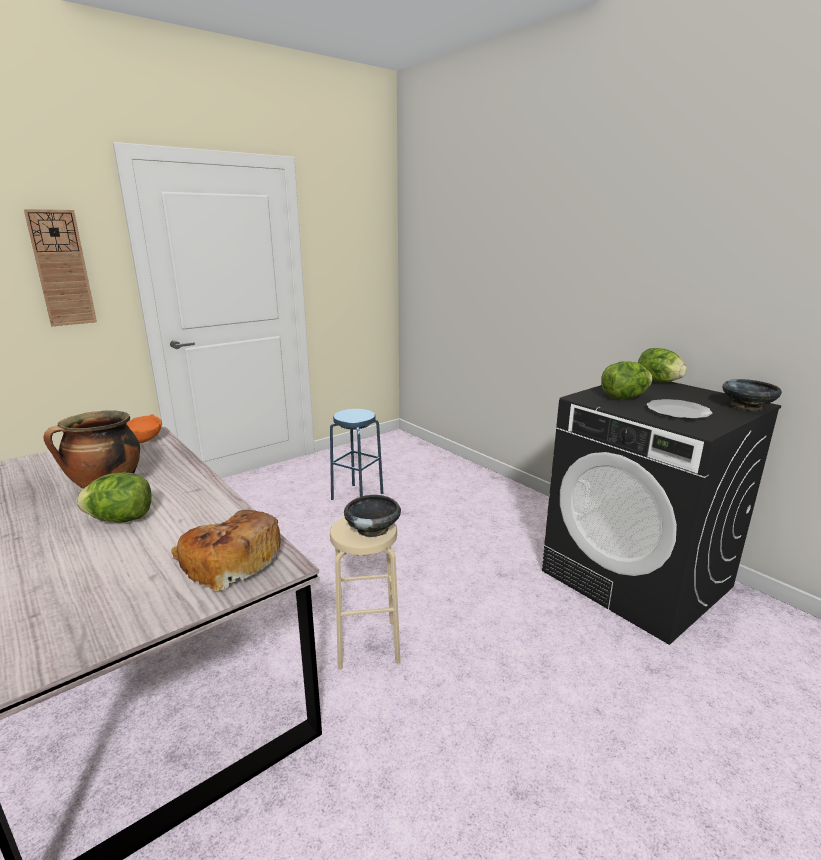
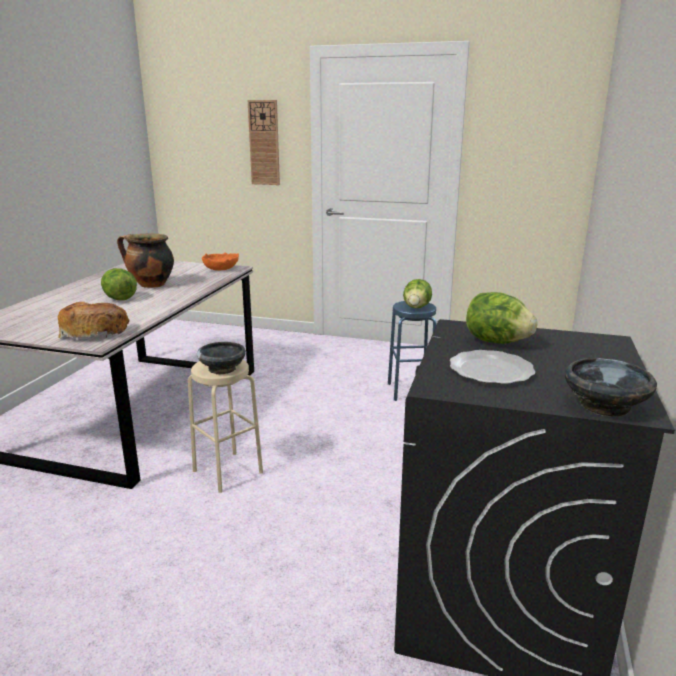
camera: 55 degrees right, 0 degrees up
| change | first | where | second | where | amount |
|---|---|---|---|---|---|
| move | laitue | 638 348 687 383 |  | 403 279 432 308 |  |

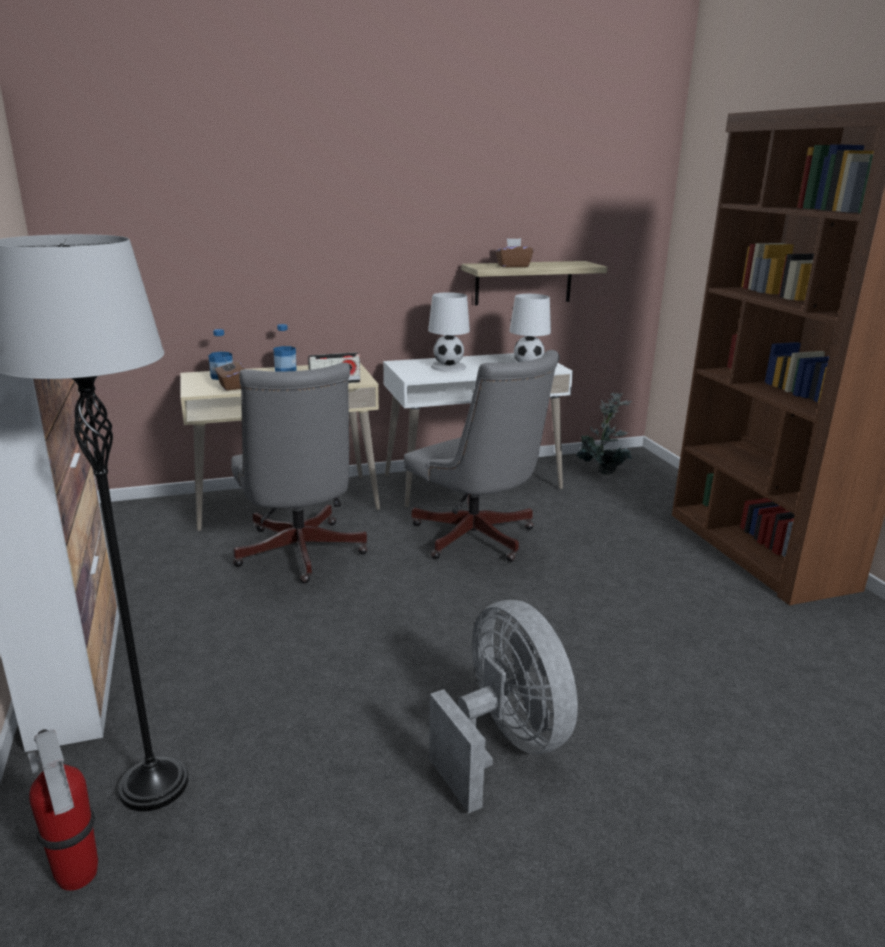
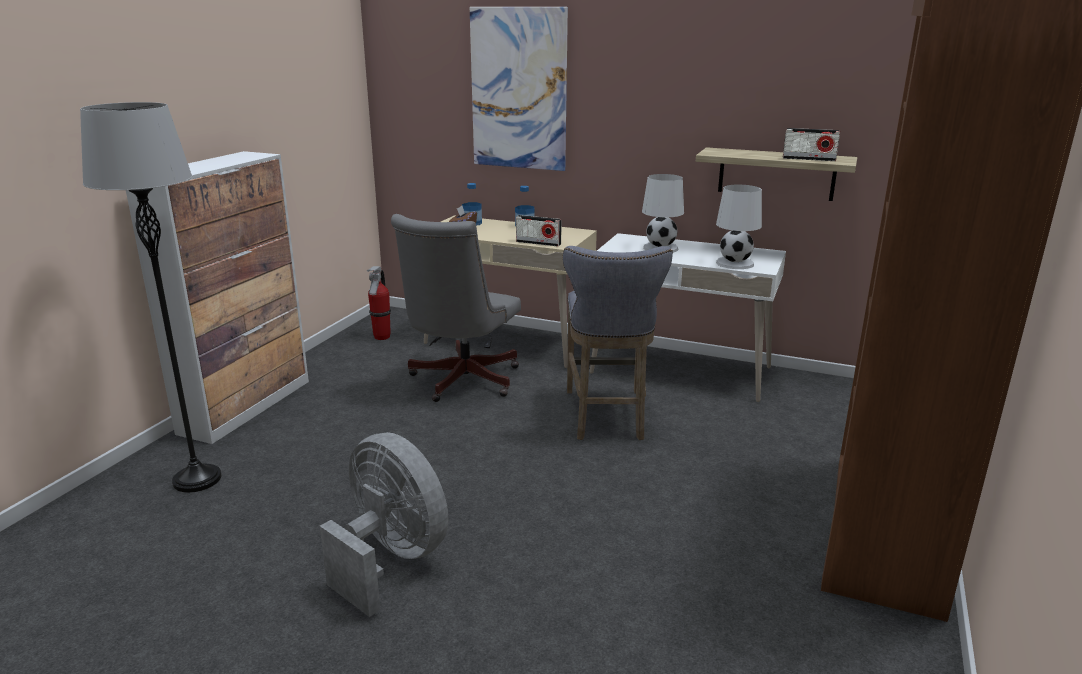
camera: 40 degrees right, 0 degrees up
| change | first | where | second | where | amount |
|---|---|---|---|---|---|
| rotate | ventilateur [gris] | 429 600 578 814 |  | 320 432 448 617 | 60 degrees counterclockwise |
| move | extincteur | 28 729 98 891 |  | 367 266 391 340 |  |
| insert |  |  | tableau | 470 7 568 171 |  |
| replace | chaise de bureau [gris] | 404 350 560 562 | tabouret [gris] | 563 246 673 440 |  |
| insert |  |  | radio | 783 128 840 161 |  |
| delete | boîte à mouchoirs [marron] | 496 238 533 267 |  |  |  |
| delete | plante en pot | 576 393 632 475 |  |  |  |

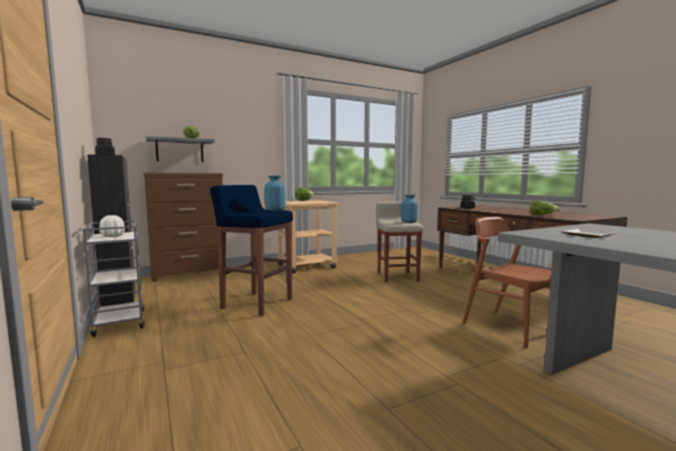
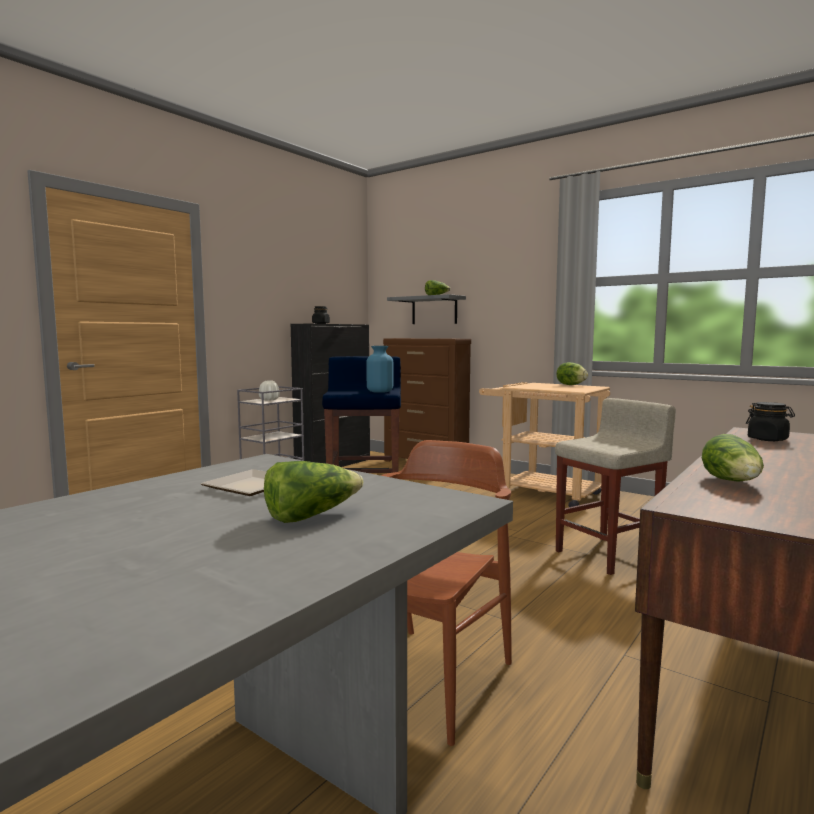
camera: 65 degrees right, 0 degrees up
| change | first | where | second | where | amount |
|---|---|---|---|---|---|
| insert |  |  | laitue | 264 461 364 523 |  |
| delete | vase [bleu] | 401 195 418 223 |  |  |  |

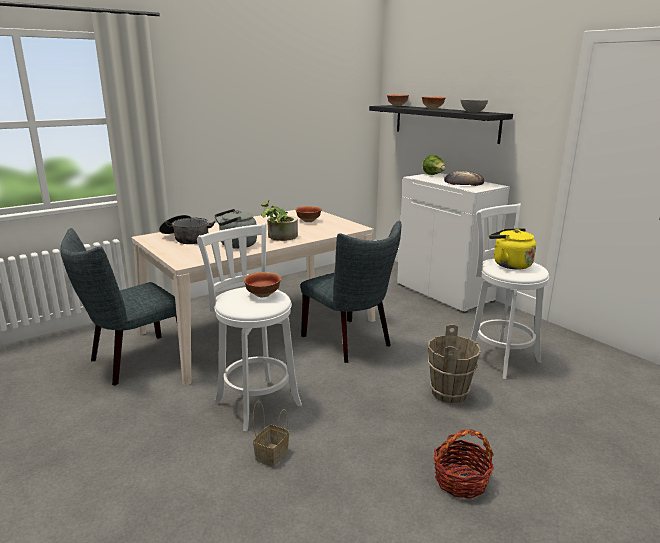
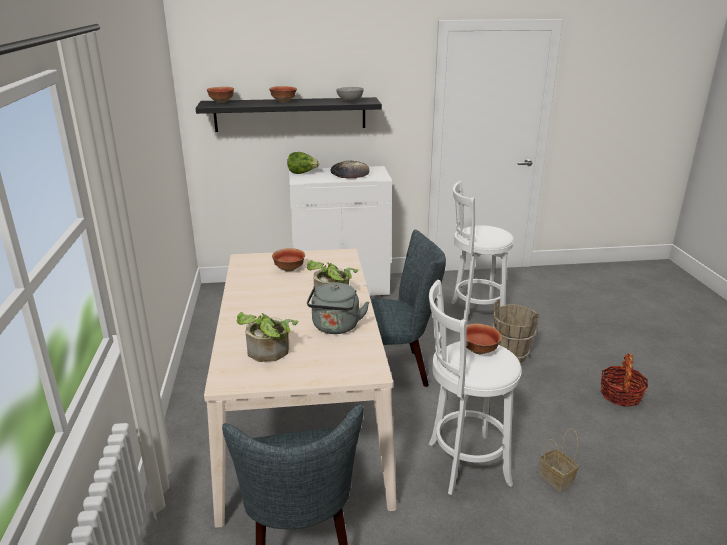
camera: 60 degrees left, 5 degrees up
| change | first | where | second | where | amount |
|---|---|---|---|---|---|
| replace | marmite | 159 215 215 244 | plante en pot | 237 312 298 362 |  |
| delete | bouilloire [jaune] | 489 228 536 270 |  |  |  |

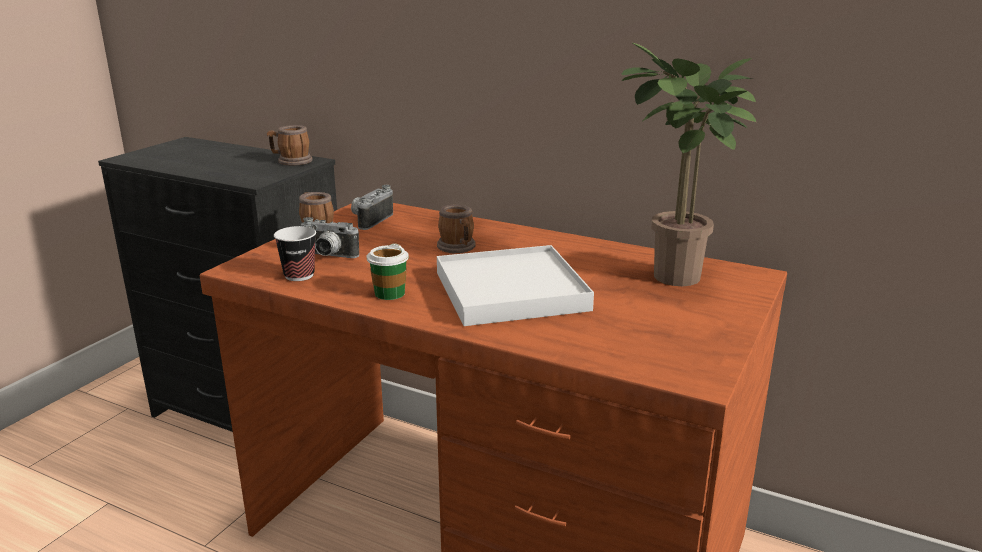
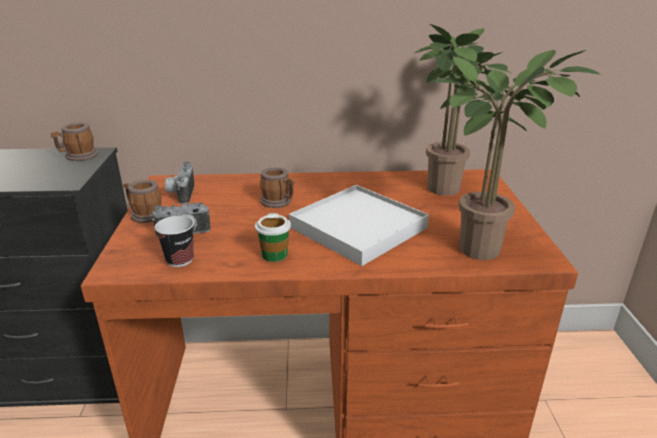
camera: 30 degrees left, 5 degrees up
| change | first | where | second | where | amount |
|---|---|---|---|---|---|
| insert |  |  | plante en pot | 431 50 601 260 |  |

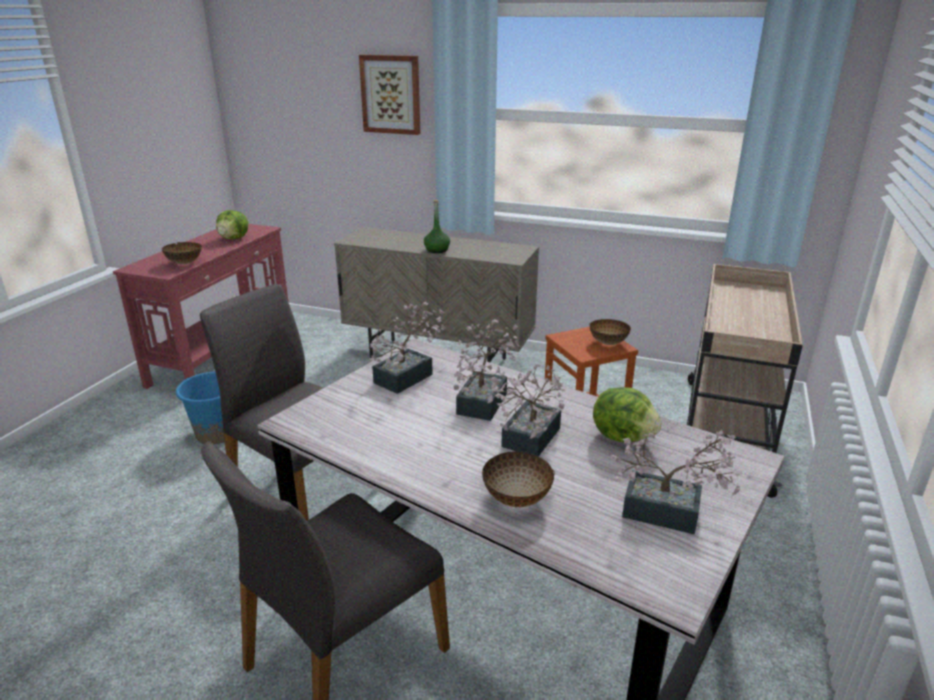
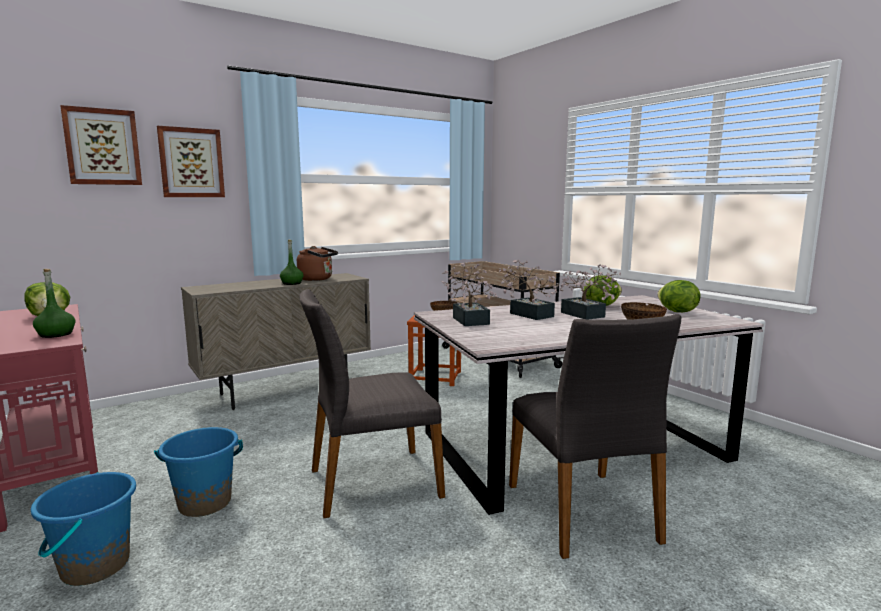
camera: 55 degrees left, 15 degrees down
| change | first | where | second | where | amount |
|---|---|---|---|---|---|
| insert |  |  | seau [bleu] | 31 472 136 586 |  |
| replace | bol | 162 242 202 264 | bouteille [vert] | 33 269 76 338 |  |
| insert |  |  | tableau | 60 105 142 185 |  |
| insert |  |  | bouilloire [marron] | 297 246 338 281 |  |
| replace | plante en pot | 610 430 741 534 | laitue | 657 280 700 312 |  |

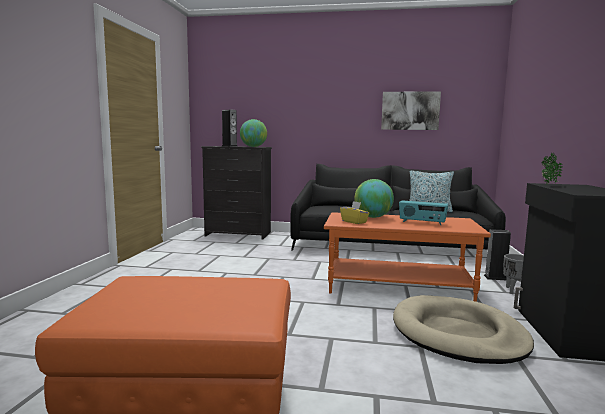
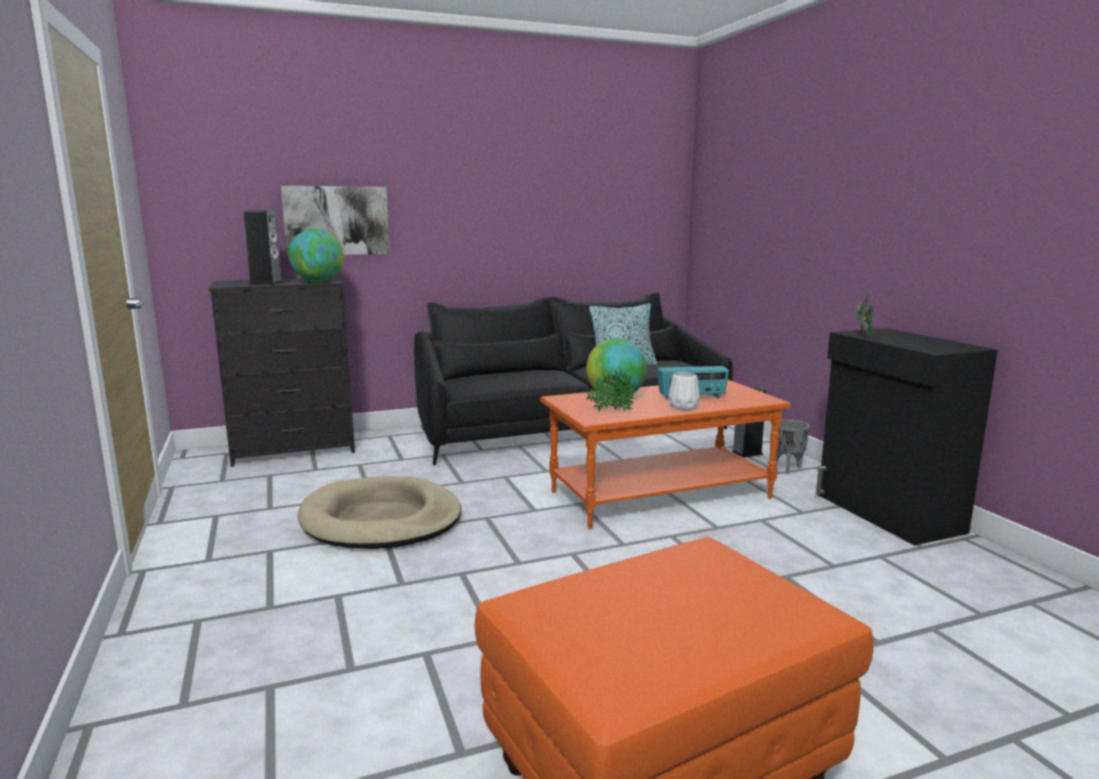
camera: 30 degrees left, 5 degrees up
| change | first | where | second | where | amount |
|---|---|---|---|---|---|
| move | tableau | 381 91 441 130 |  | 281 186 390 256 |  |
| move | panier pour chien [beige] | 393 295 534 364 |  | 297 476 461 549 |  |
| replace | boîte à mouchoirs [jaune] | 340 201 370 224 | plante en pot | 586 370 634 411 |  |
| insert |  |  | vase [blanc] | 668 372 700 410 |  |

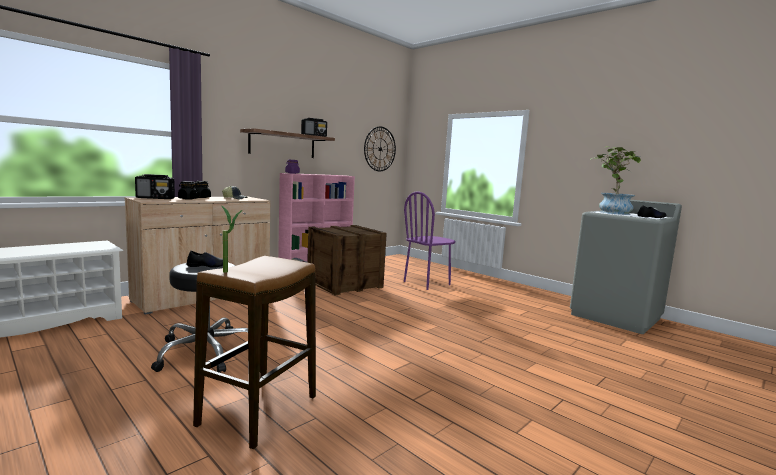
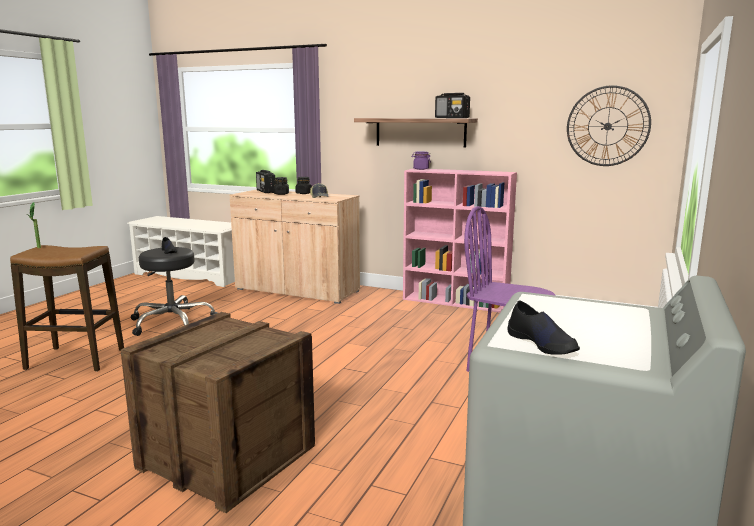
camera: 70 degrees right, 5 degrees up
| change | first | where | second | where | amount |
|---|---|---|---|---|---|
| move | caisse | 307 225 387 295 |  | 121 312 315 513 |  |
| delete | plante en pot | 590 146 641 215 |  |  |  |

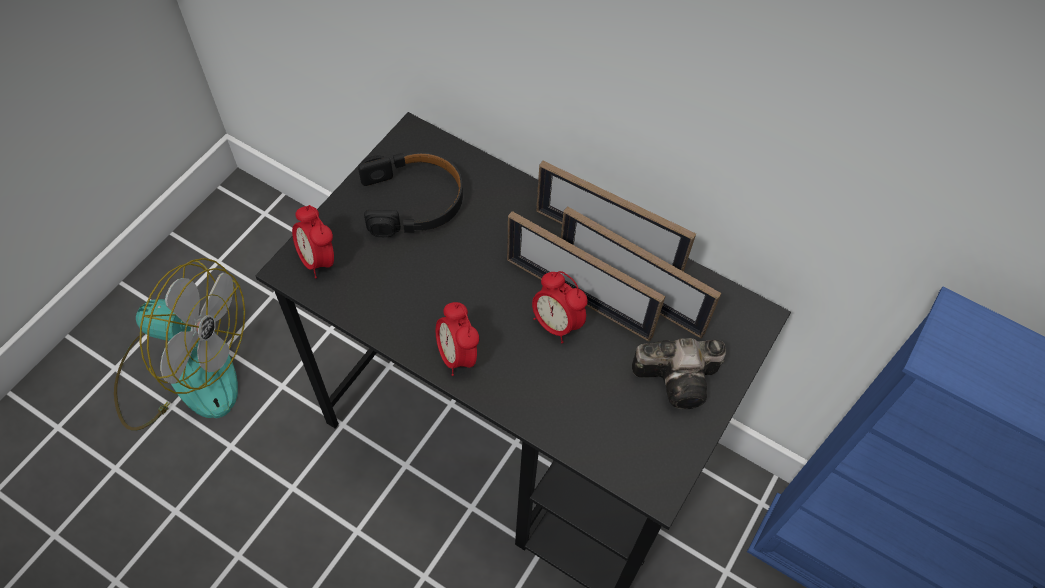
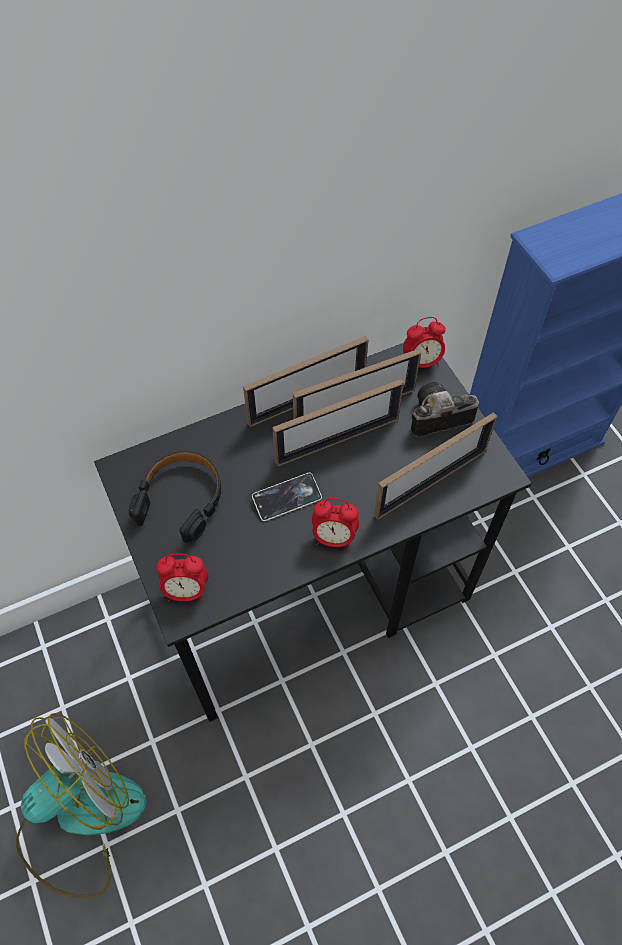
camera: 55 degrees left, 0 degrees up
| change | first | where | second | where | amount |
|---|---|---|---|---|---|
| insert |  |  | téléphone | 252 473 322 521 |  |
| insert |  |  | cadre photo | 374 412 497 520 |  |
| move | réveil | 532 271 588 343 |  | 403 317 446 368 |  |
| rotate | appareil photo | 632 338 726 409 |  | 411 382 479 436 | 135 degrees counterclockwise |

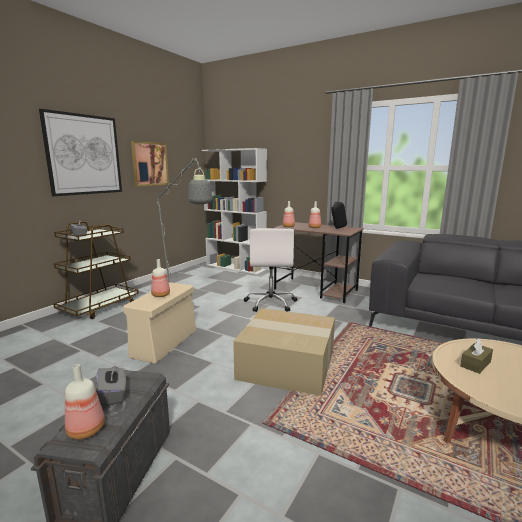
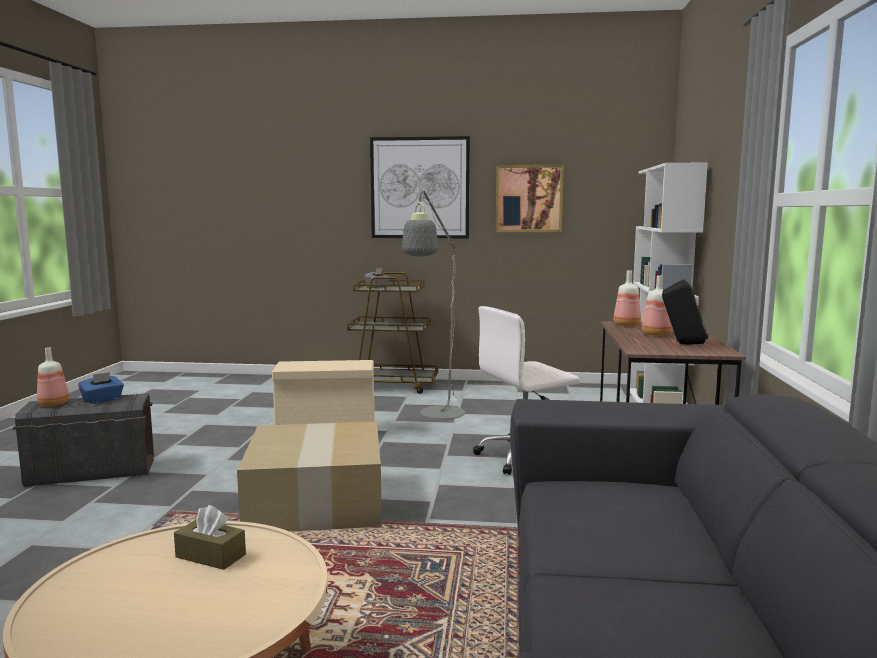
camera: 65 degrees right, 5 degrees down
| change | first | where | second | where | amount |
|---|---|---|---|---|---|
| recolor | boîte à mouchoirs [gris] | 96 364 126 407 | boîte à mouchoirs [bleu] | 78 372 124 404 |  |
| delete | bouteille | 151 259 170 297 |  |  |  |

